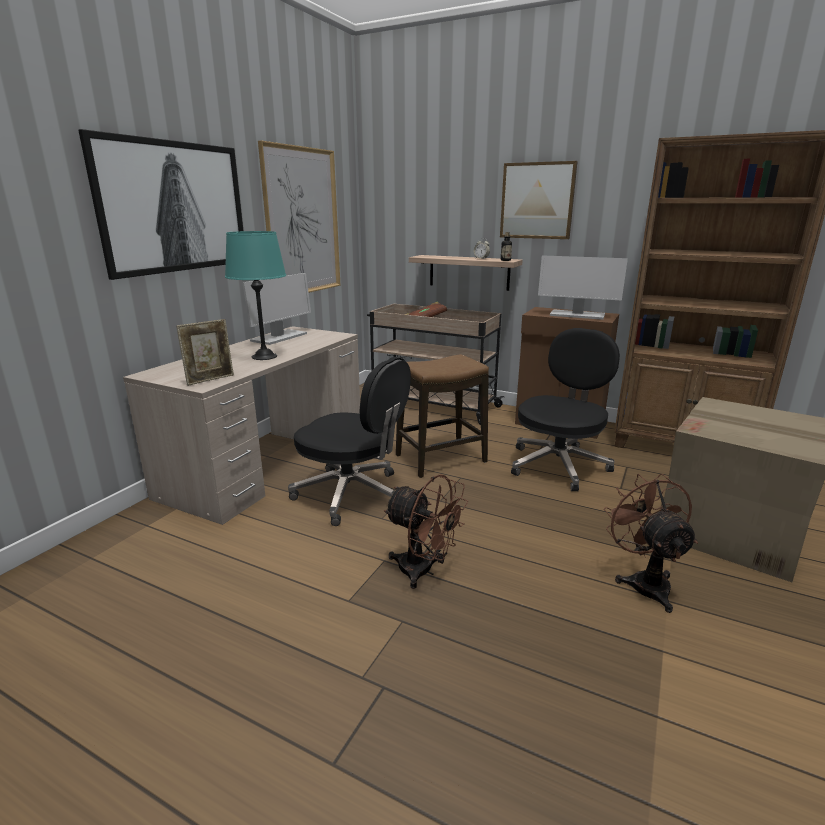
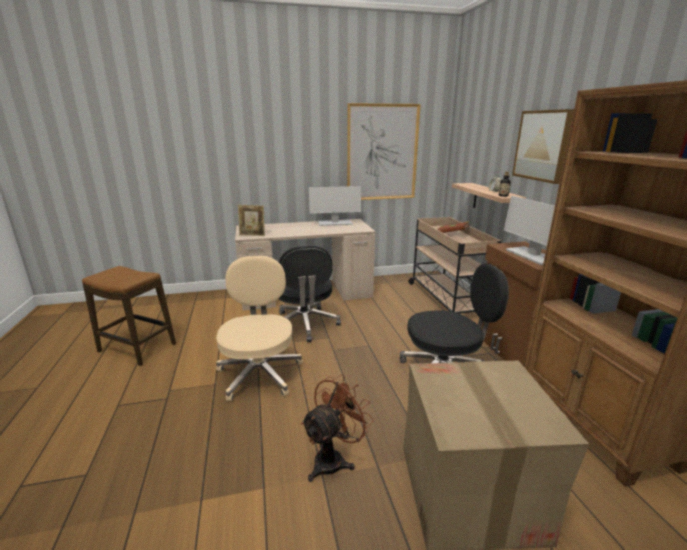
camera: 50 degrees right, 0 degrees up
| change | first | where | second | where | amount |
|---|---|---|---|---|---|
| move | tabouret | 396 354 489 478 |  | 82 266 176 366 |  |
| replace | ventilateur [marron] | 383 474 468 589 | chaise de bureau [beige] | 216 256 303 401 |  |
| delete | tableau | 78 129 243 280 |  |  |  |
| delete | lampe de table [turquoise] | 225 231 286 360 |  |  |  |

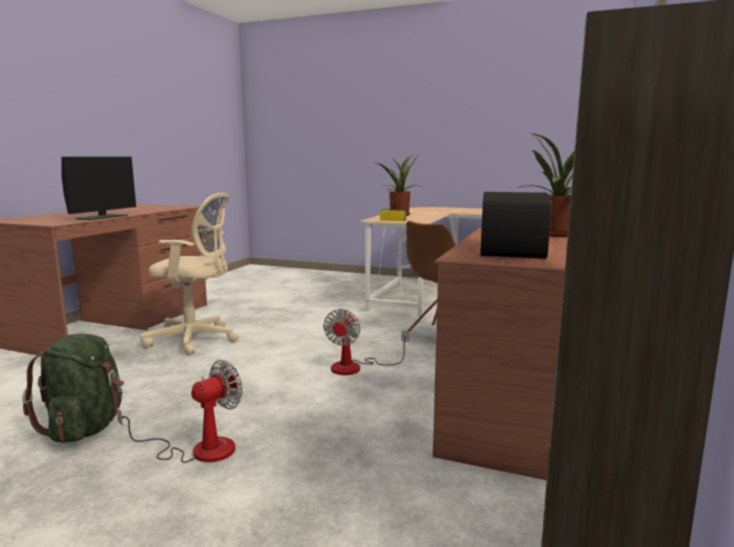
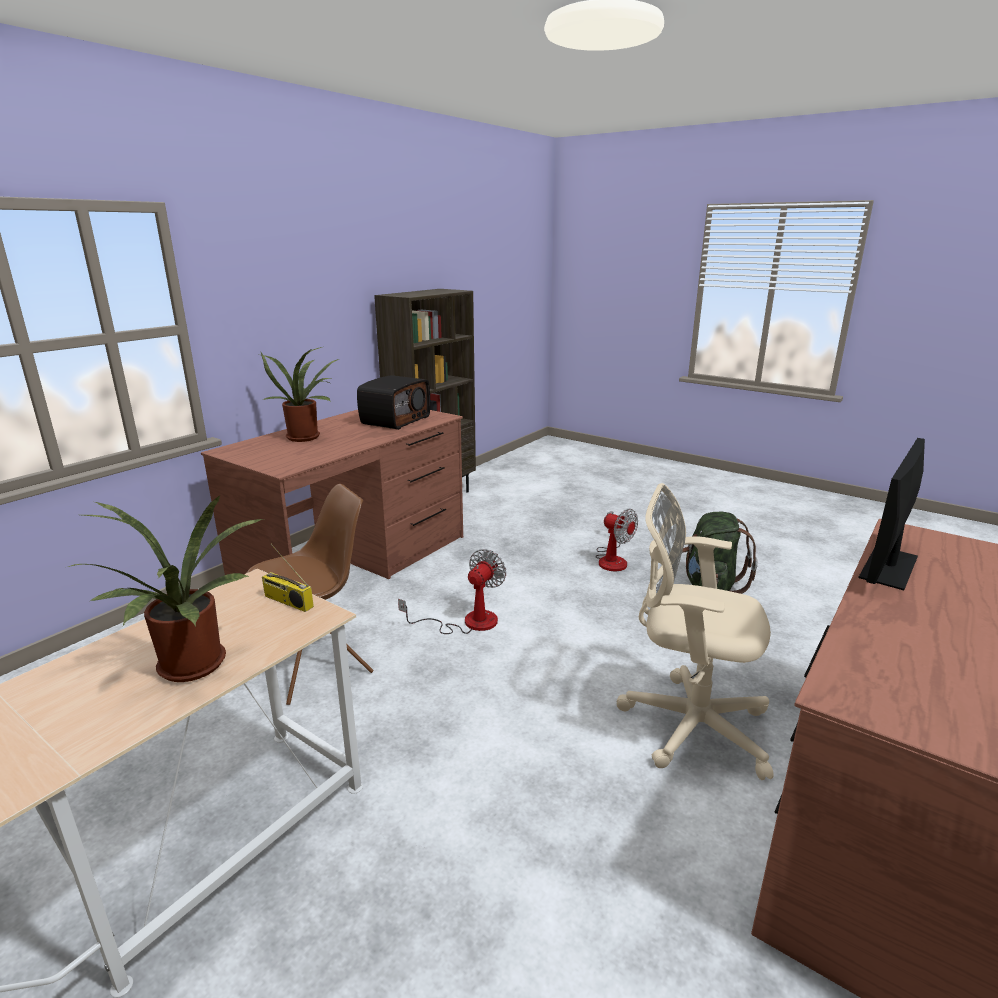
camera: 165 degrees left, 10 degrees up
| change | first | where | second | where | amount |
|---|---|---|---|---|---|
| rotate | ventilateur | 117 360 243 463 |  | 595 509 638 571 | 105 degrees counterclockwise |

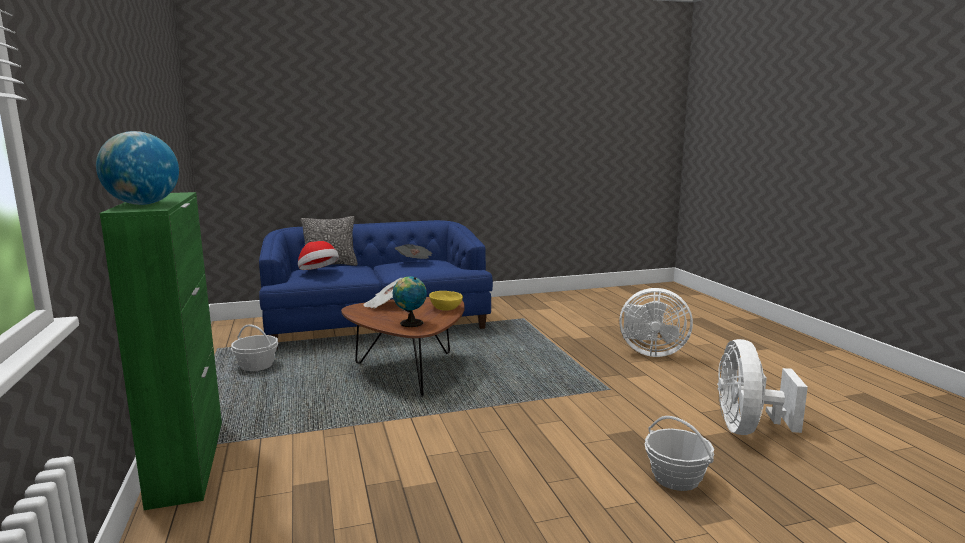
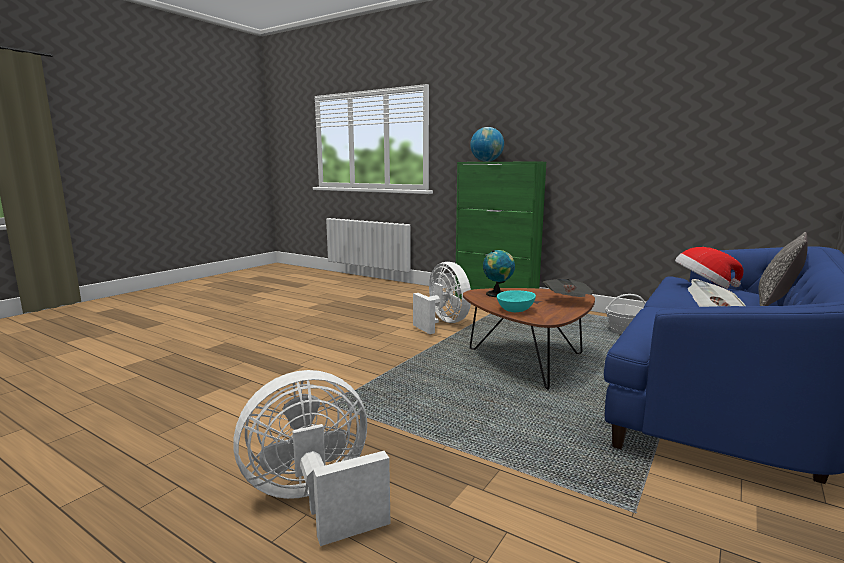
camera: 140 degrees right, 0 degrees up
| change | first | where | second | where | amount |
|---|---|---|---|---|---|
| move | ventilateur [blanc] | 717 339 808 435 |  | 413 262 471 334 |  |
| recolor | bol [jaune] | 429 291 463 311 | bol [turquoise] | 497 290 536 312 |  |
| delete | panier | 644 416 714 491 |  |  |  |

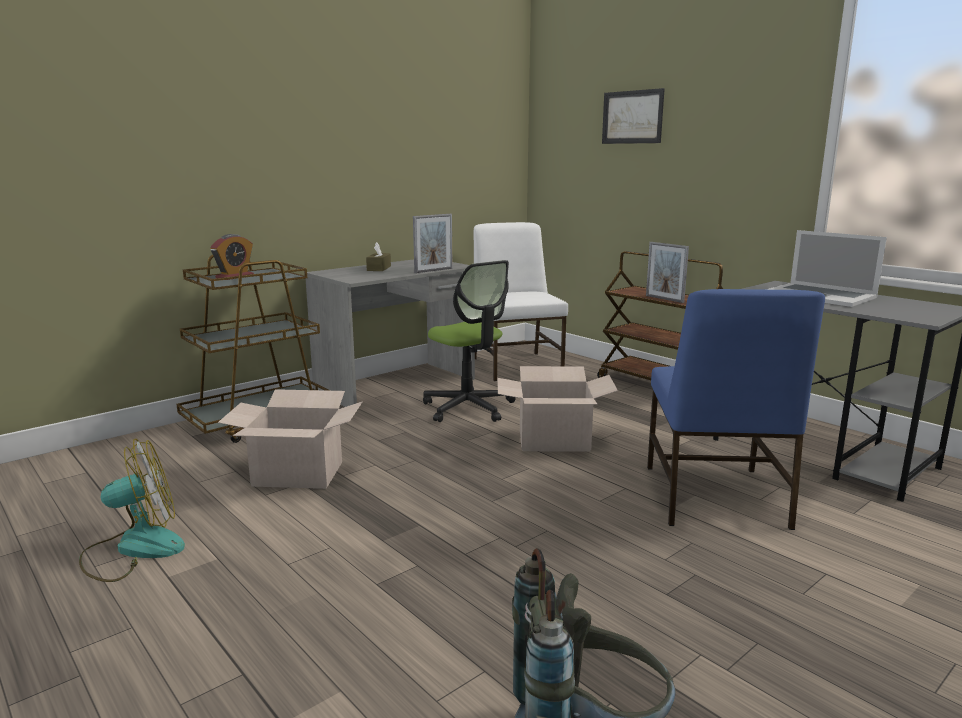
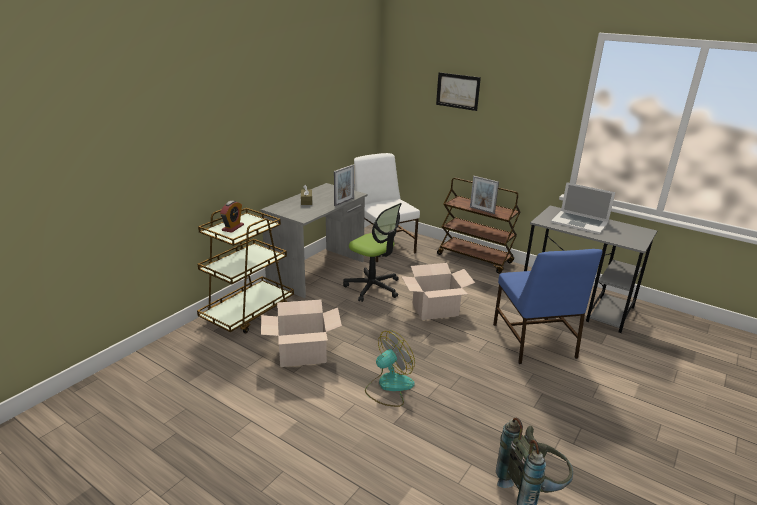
camera: 15 degrees left, 10 degrees up
| change | first | where | second | where | amount |
|---|---|---|---|---|---|
| move | ventilateur | 79 438 185 582 |  | 365 331 415 407 |  |

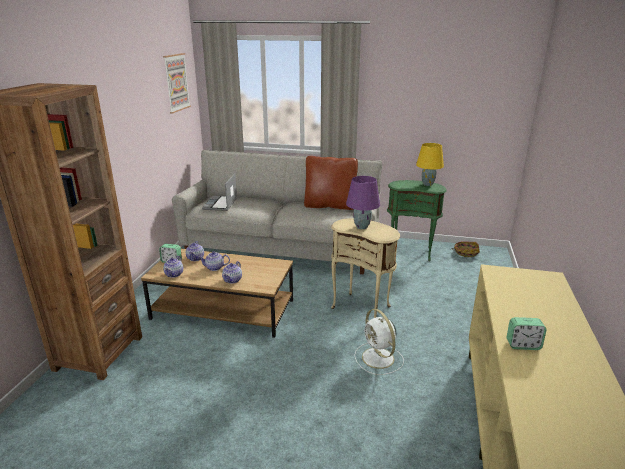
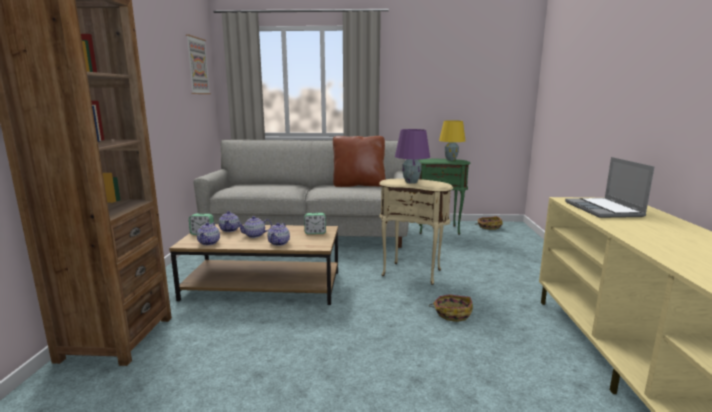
camera: 10 degrees left, 10 degrees down
| change | first | where | second | where | amount |
|---|---|---|---|---|---|
| move | réveil | 506 317 547 350 |  | 304 213 326 234 |  |
| replace | ventilateur [blanc] | 354 309 404 375 | panier | 429 294 473 322 |  |
| move | ordinateur portable | 202 173 237 211 |  | 565 157 654 218 |  |

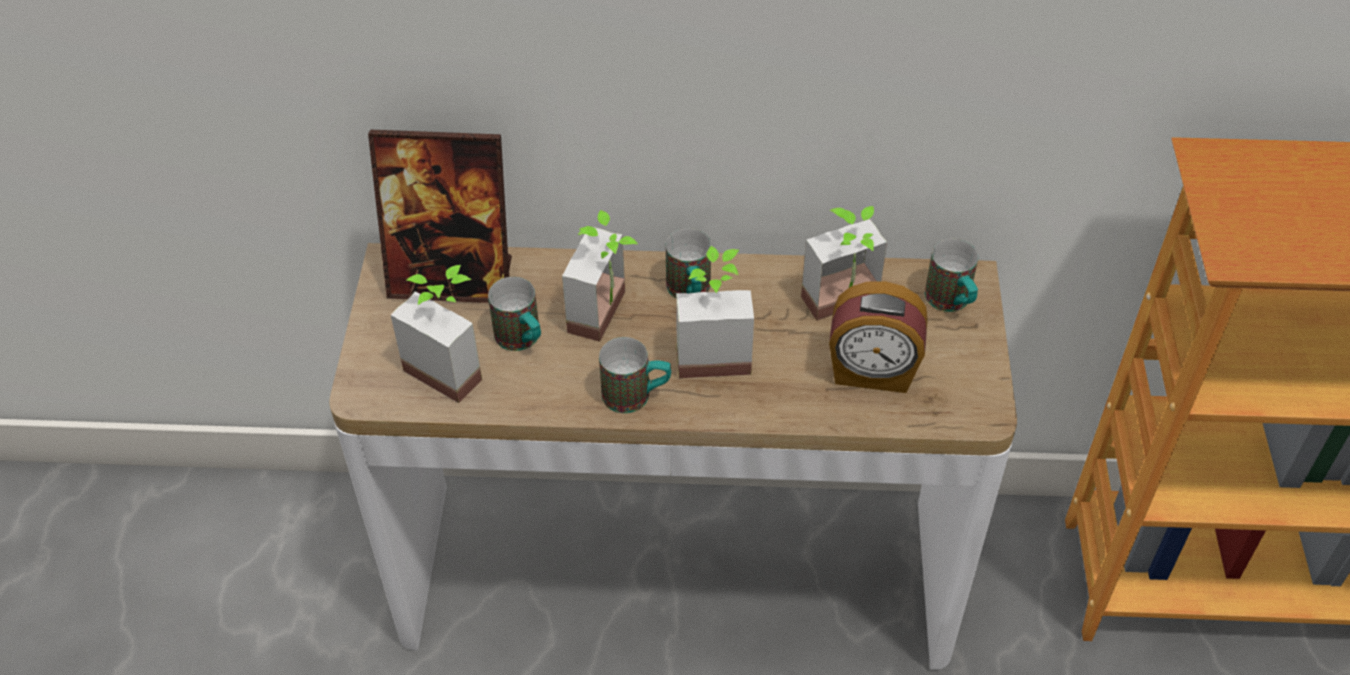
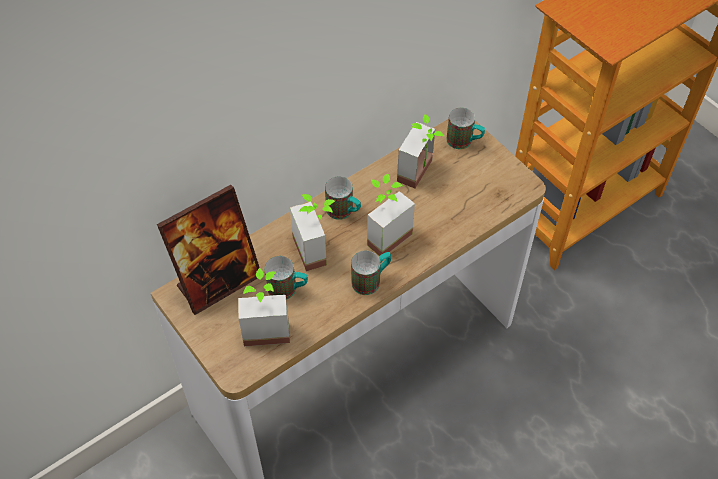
camera: 40 degrees left, 5 degrees up
| change | first | where | second | where | amount |
|---|---|---|---|---|---|
| delete | réveil | 829 281 928 393 |  |  |  |

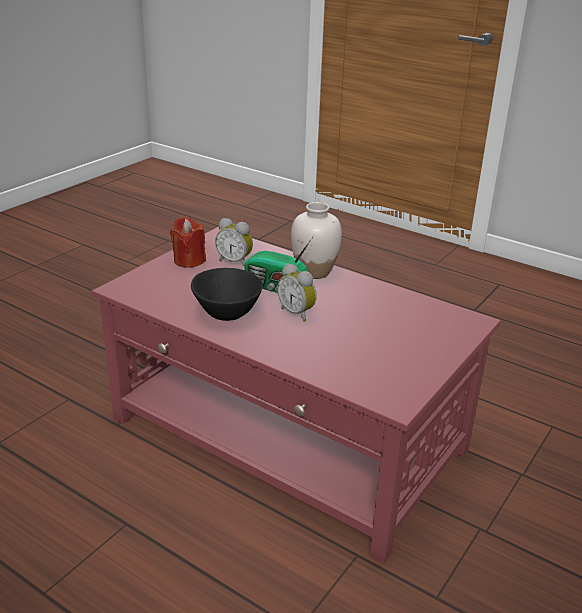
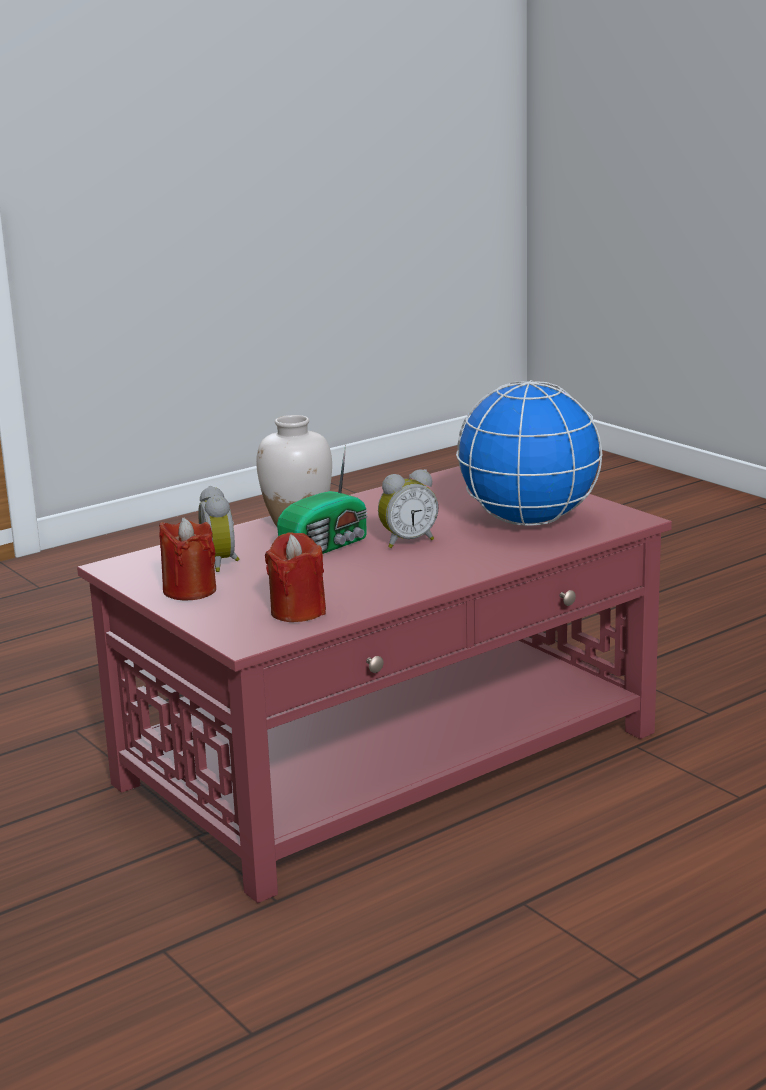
camera: 70 degrees left, 10 degrees down
| change | first | where | second | where | amount |
|---|---|---|---|---|---|
| rotate | réveil | 215 218 253 266 |  | 198 486 239 572 | 120 degrees clockwise |
| insert |  |  | bougie [rouge] | 265 532 326 622 |  |
| insert |  |  | globe | 456 380 602 526 |  |
| delete | bol [noir] | 191 268 263 321 |  |  |  |

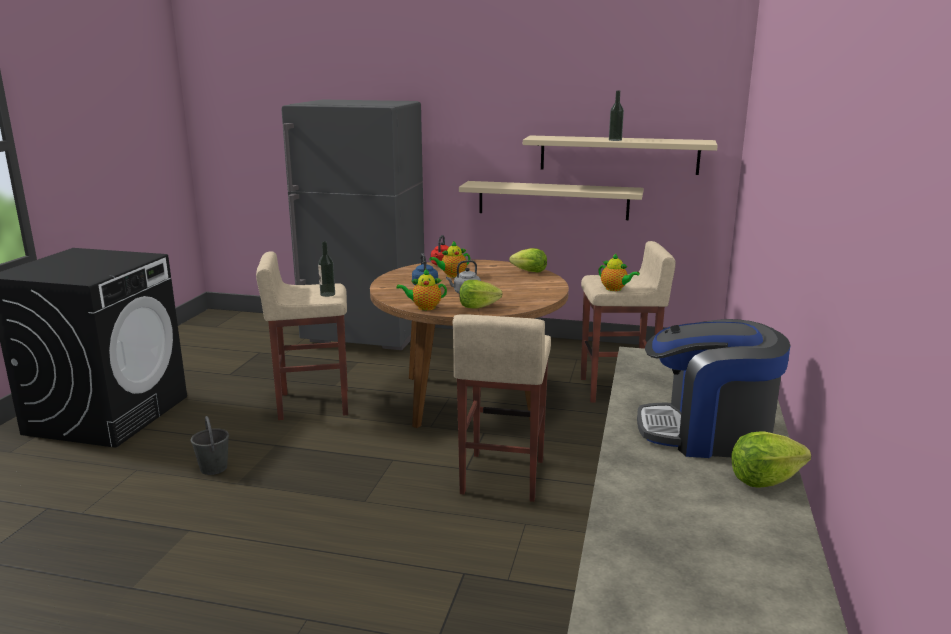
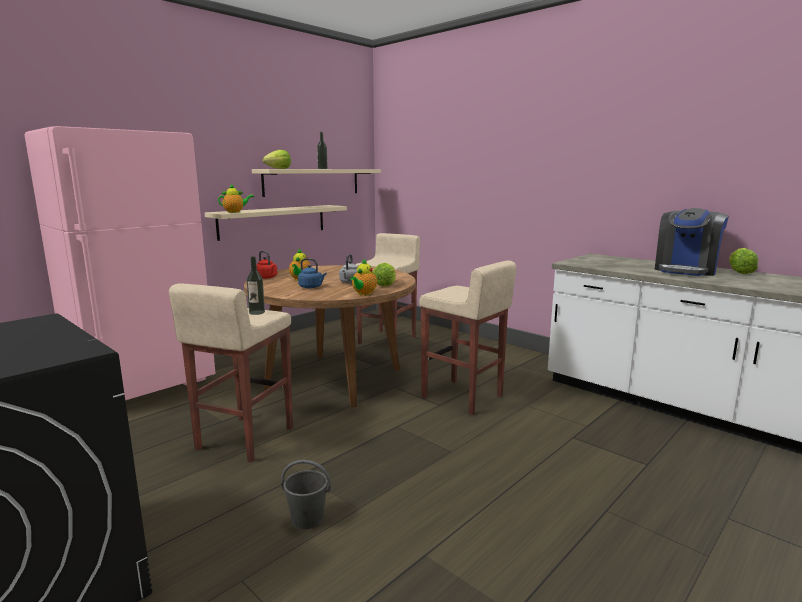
camera: 60 degrees left, 5 degrees down
| change | first | where | second | where | amount |
|---|---|---|---|---|---|
| recolor | réfrigérateur [gris] | 281 100 424 350 | réfrigérateur [rose] | 25 126 215 400 |  |
| move | théière | 598 253 640 291 |  | 218 184 254 213 |  |
| move | laitue | 509 248 547 272 |  | 263 150 291 169 |  |

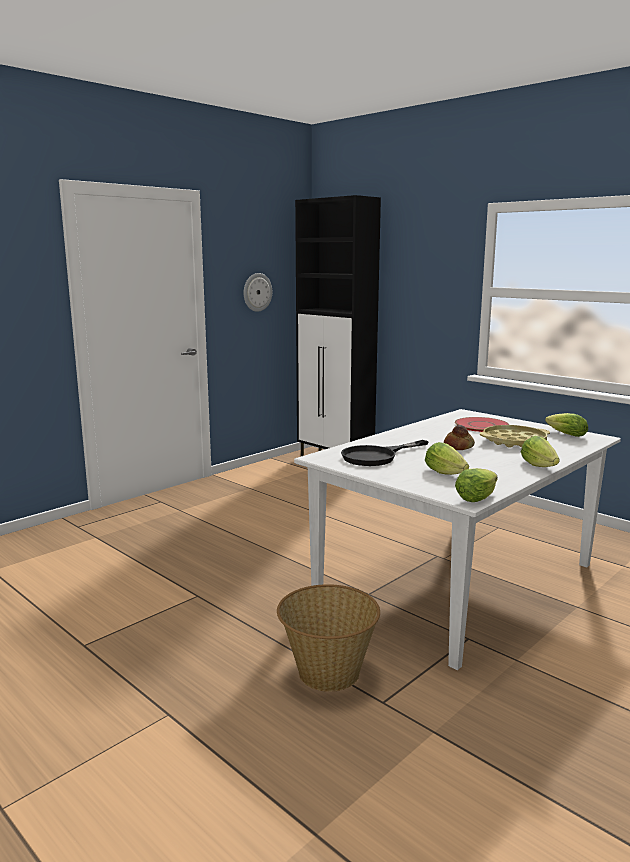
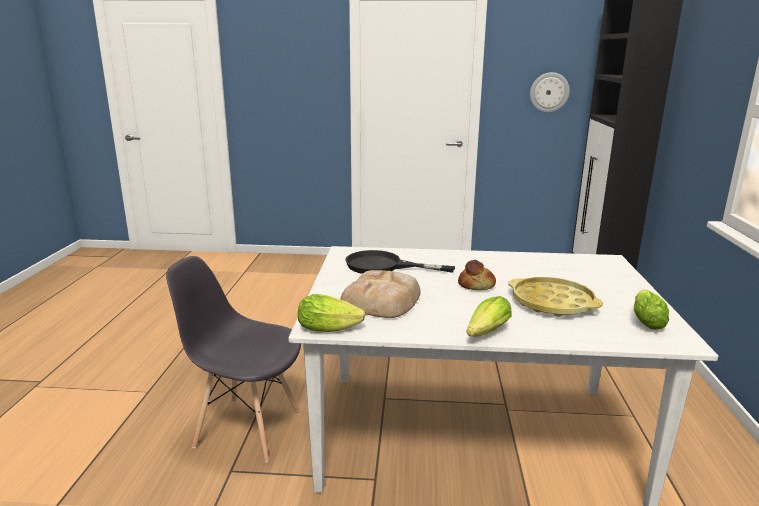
camera: 50 degrees right, 5 degrees up
| change | first | where | second | where | amount |
|---|---|---|---|---|---|
| replace | panier | 277 584 380 692 | chaise [gris] | 166 256 301 463 |  |
| replace | laitue | 425 442 469 475 | pain | 340 270 421 318 |  |
| delete | assiette [rouge] | 455 417 509 432 |  |  |  |

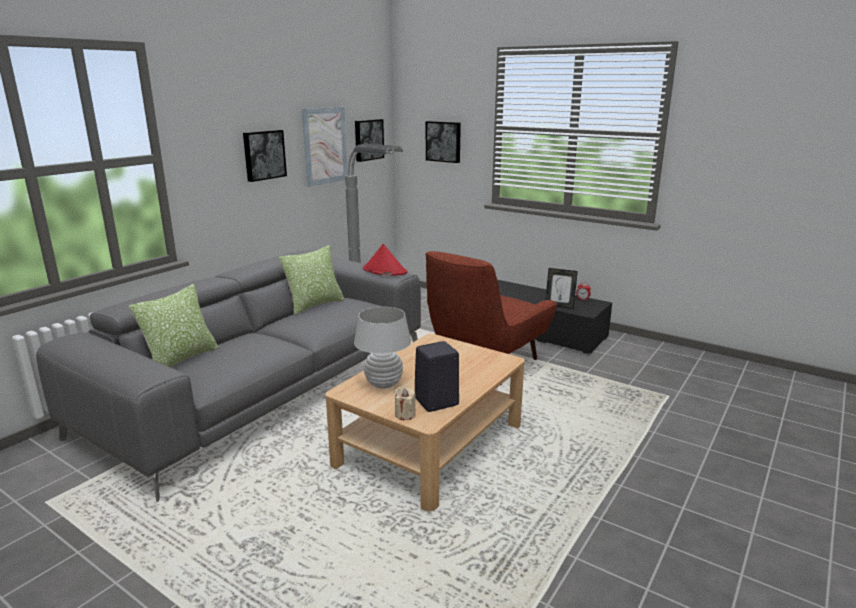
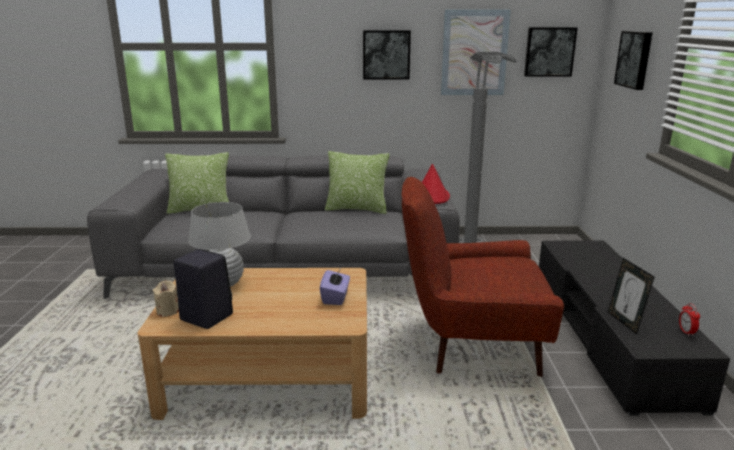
camera: 55 degrees right, 0 degrees up
| change | first | where | second | where | amount |
|---|---|---|---|---|---|
| insert |  |  | boîte à mouchoirs [violet] | 320 268 350 305 |  |

